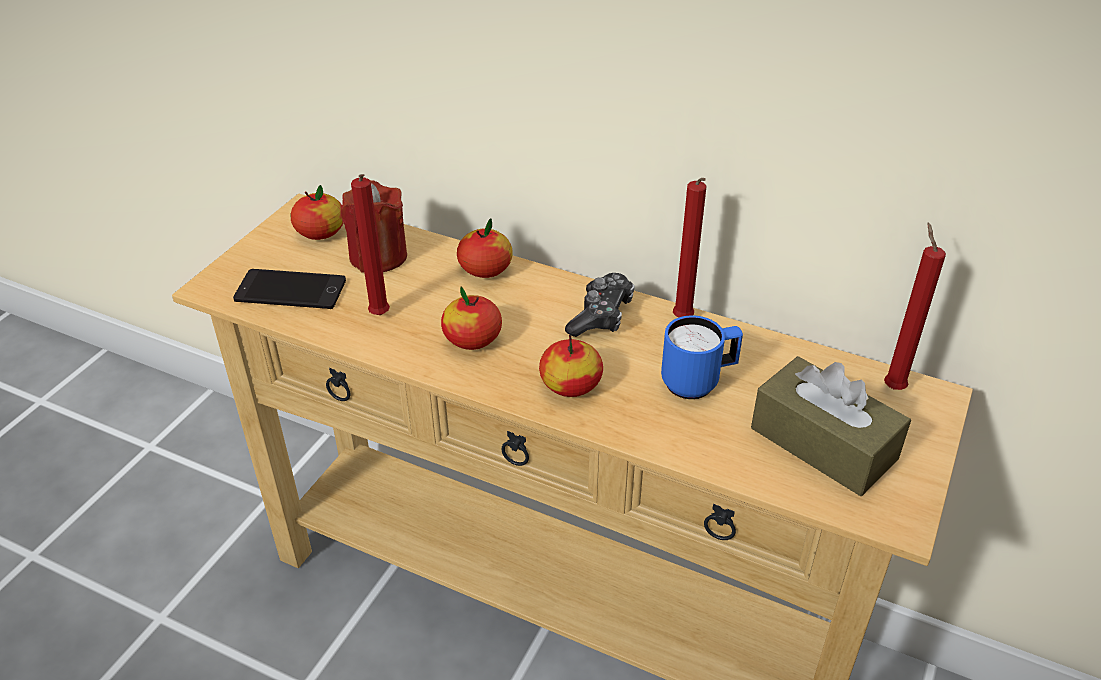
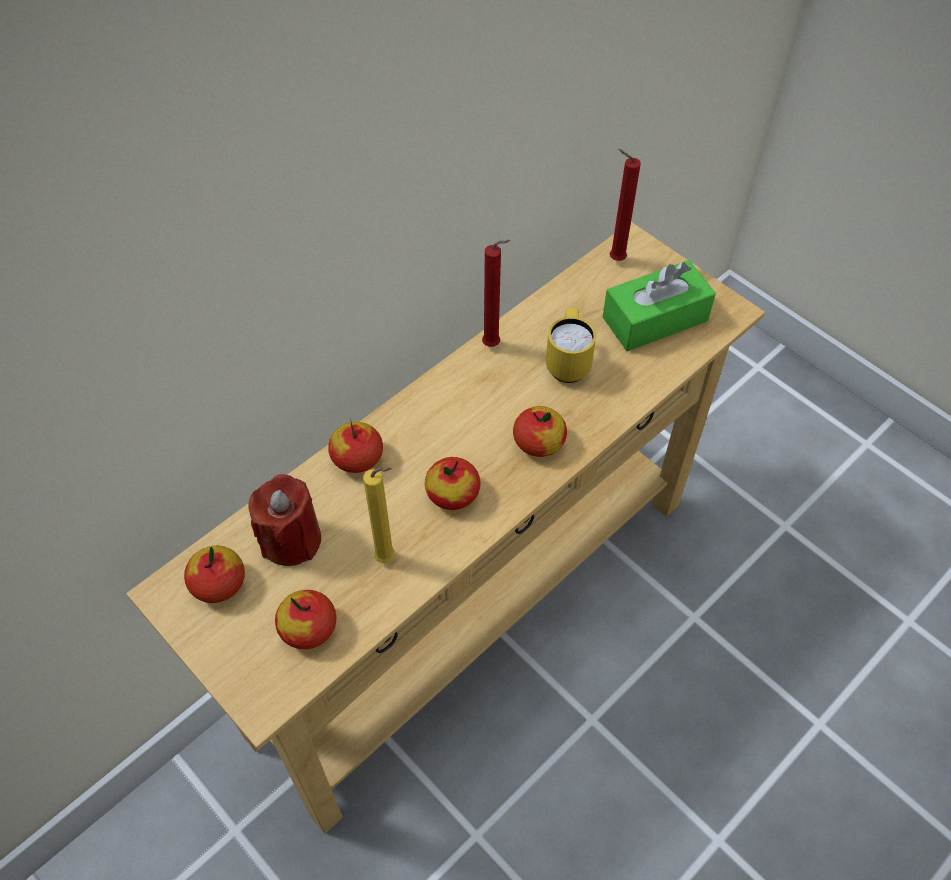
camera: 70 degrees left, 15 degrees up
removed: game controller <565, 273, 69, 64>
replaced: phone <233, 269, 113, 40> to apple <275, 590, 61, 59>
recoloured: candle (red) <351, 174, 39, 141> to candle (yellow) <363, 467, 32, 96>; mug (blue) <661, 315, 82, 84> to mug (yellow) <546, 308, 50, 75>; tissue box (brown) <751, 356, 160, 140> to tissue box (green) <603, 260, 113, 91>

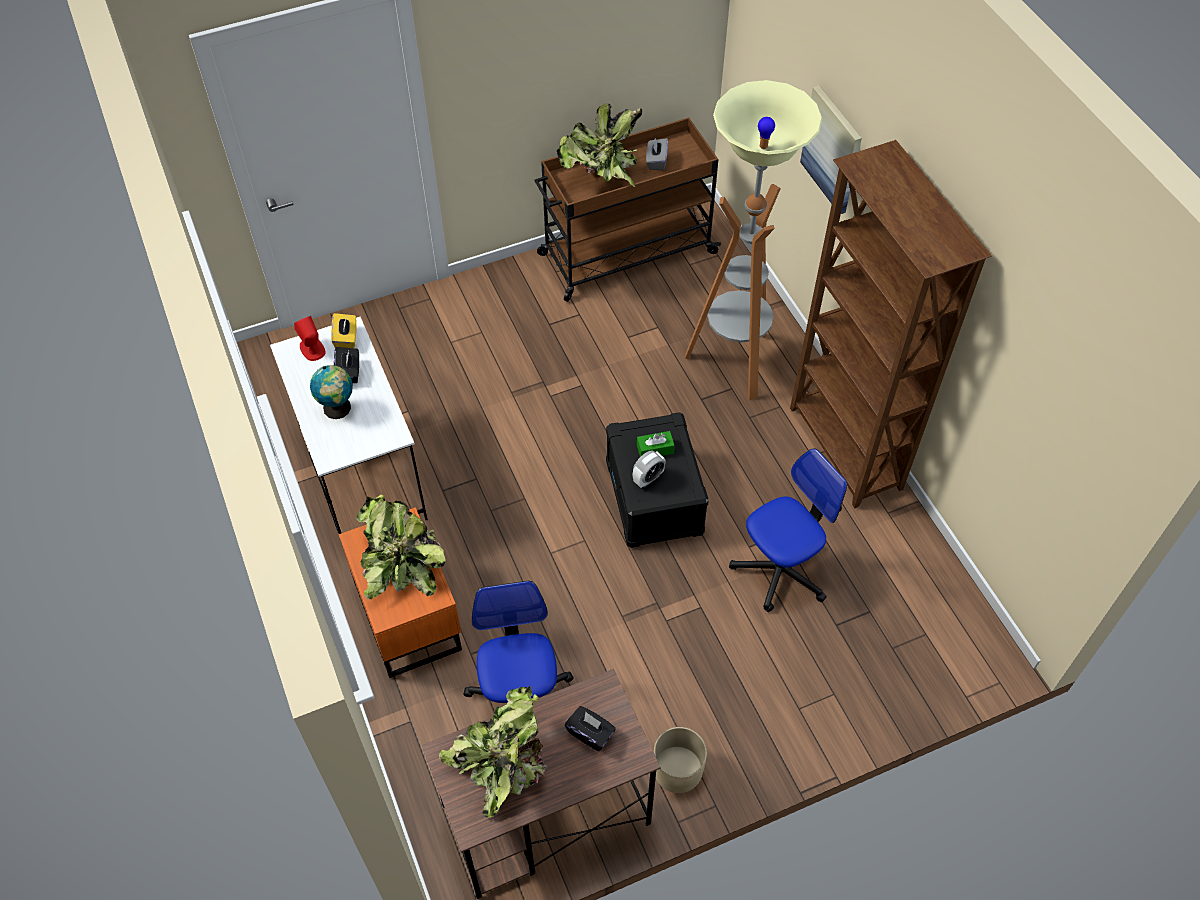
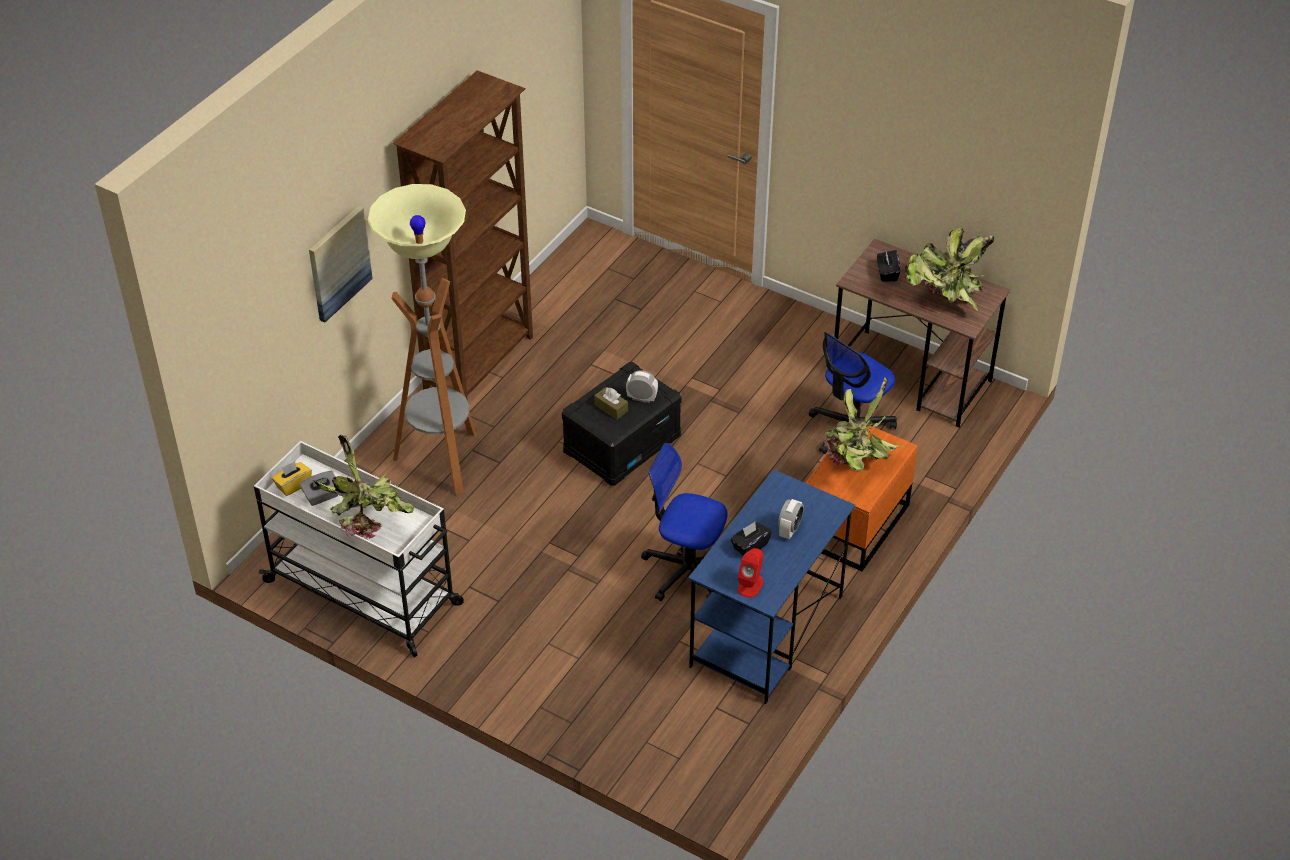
camera: 125 degrees left, 10 degrees down
removed: planter (beige) <654, 727, 53, 66>
moved: tissue box (yellow) <331, 313, 26, 35> to <272, 461, 40, 35>; office chair <729, 448, 118, 164> to <641, 443, 87, 158>
replaced: globe <310, 365, 43, 54> to alarm clock <778, 499, 26, 40>
recoloured: cart (brown) <535, 118, 186, 184> to cart (white) <254, 441, 210, 216>; tissue box (green) <637, 431, 38, 26> to tissue box (brown) <594, 387, 34, 33>; desk (white) <270, 317, 158, 217> to desk (blue) <688, 469, 167, 235>

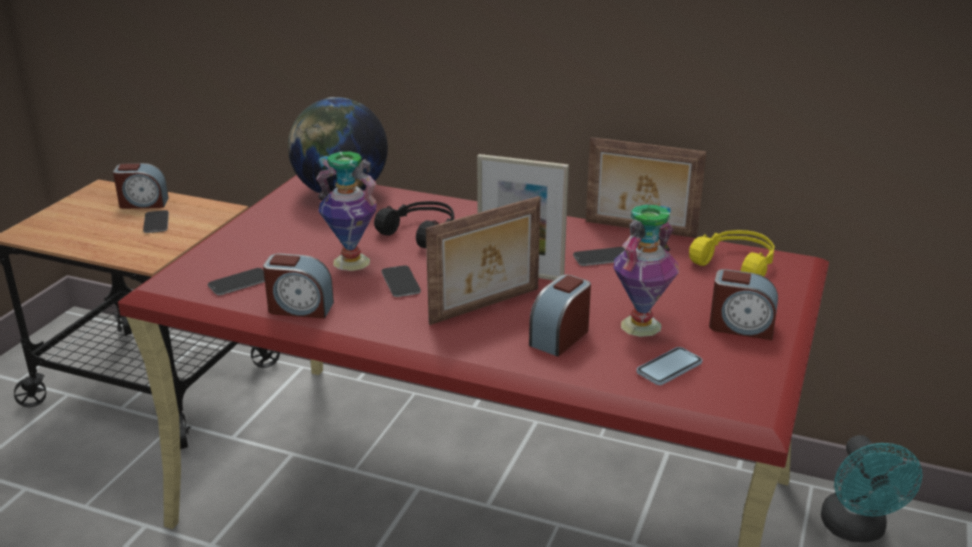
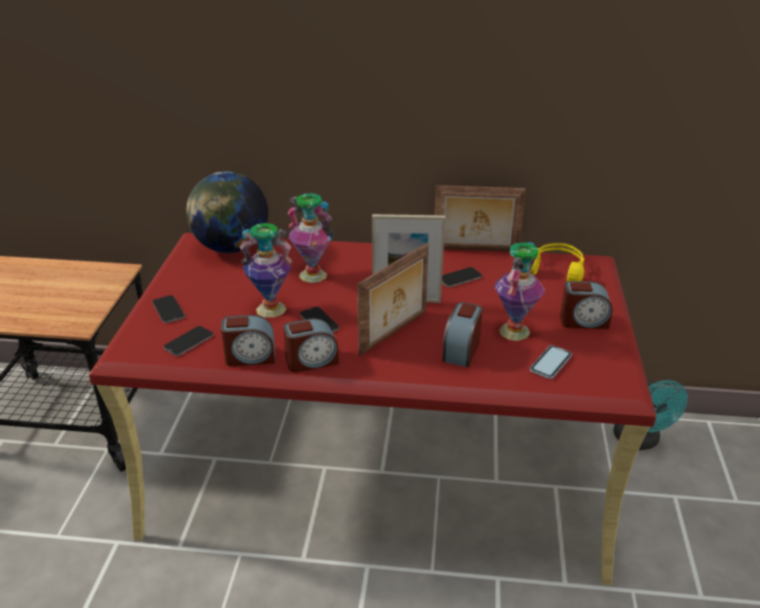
camera: 15 degrees left, 5 degrees up
moved: phone <143, 210, 26, 23> to <152, 295, 33, 28>; alarm clock <113, 163, 56, 46> to <283, 318, 56, 55>
replaced: headphones (black) <374, 201, 80, 47> to vase <288, 194, 45, 89>

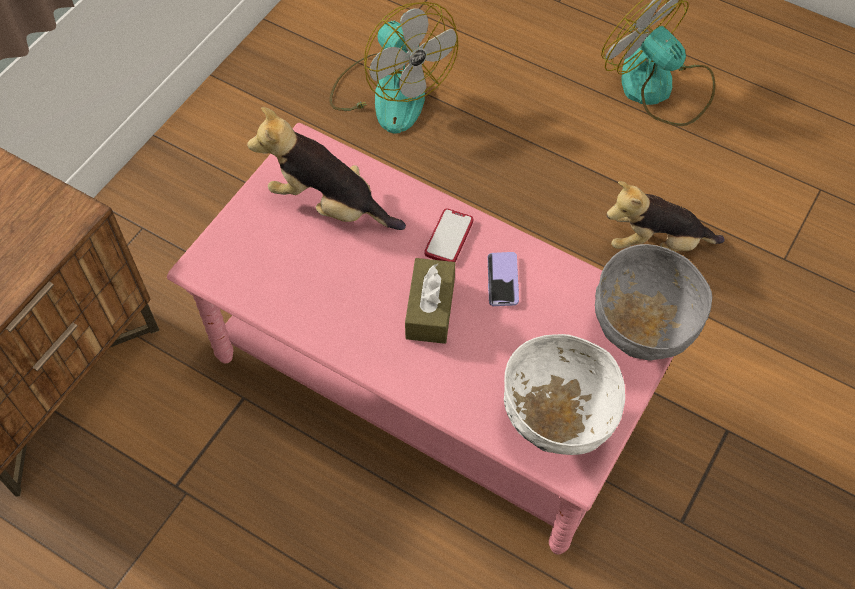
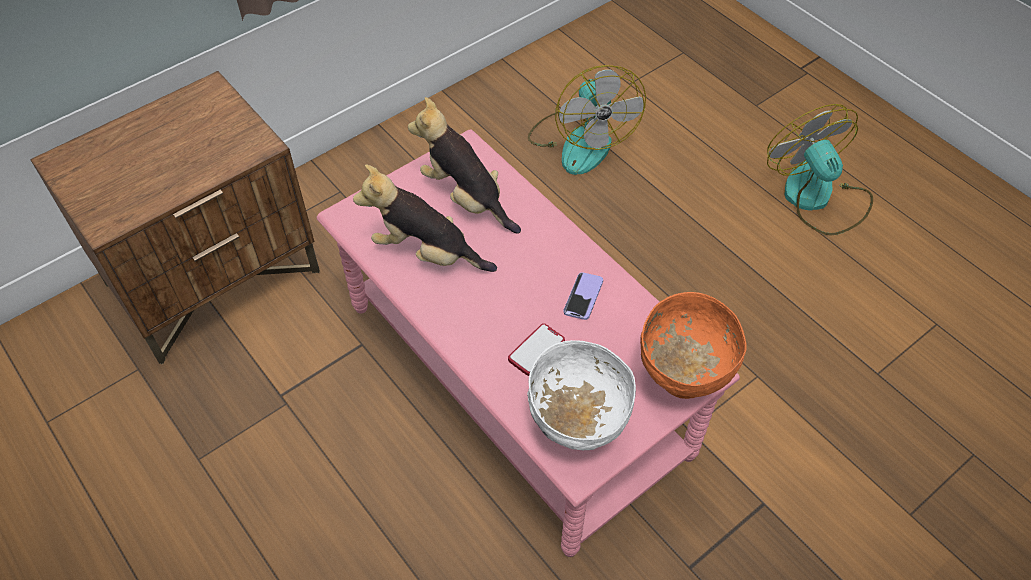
camera: 20 degrees right, 5 degrees down
removed: tissue box (brown) <405, 258, 50, 86>
moved: plush toy <607, 181, 118, 70> to <353, 164, 144, 108>; phone <424, 208, 49, 54> to <508, 323, 57, 53>
recoloured: bowl (grey) <595, 244, 117, 116> to bowl (orange) <640, 292, 107, 107>

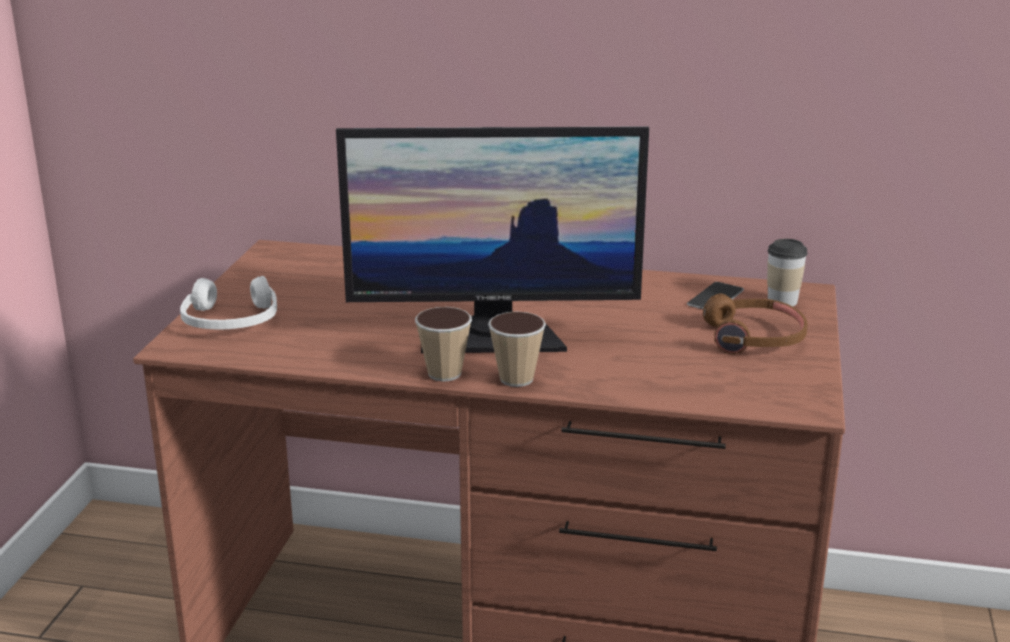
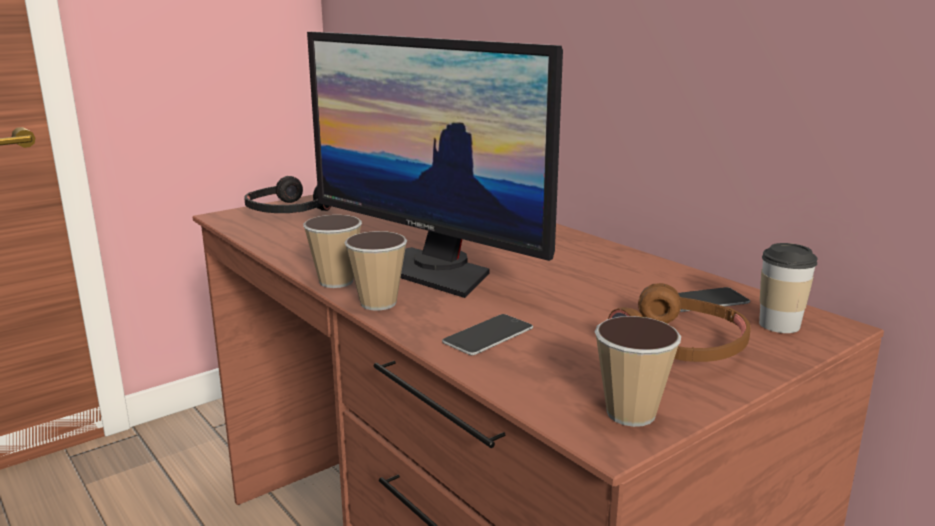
camera: 40 degrees right, 5 degrees down
added: phone <442, 314, 91, 41>; cup <595, 316, 86, 111>
recoloured: headphones (white) <180, 276, 97, 54> to headphones (black) <244, 176, 87, 37>

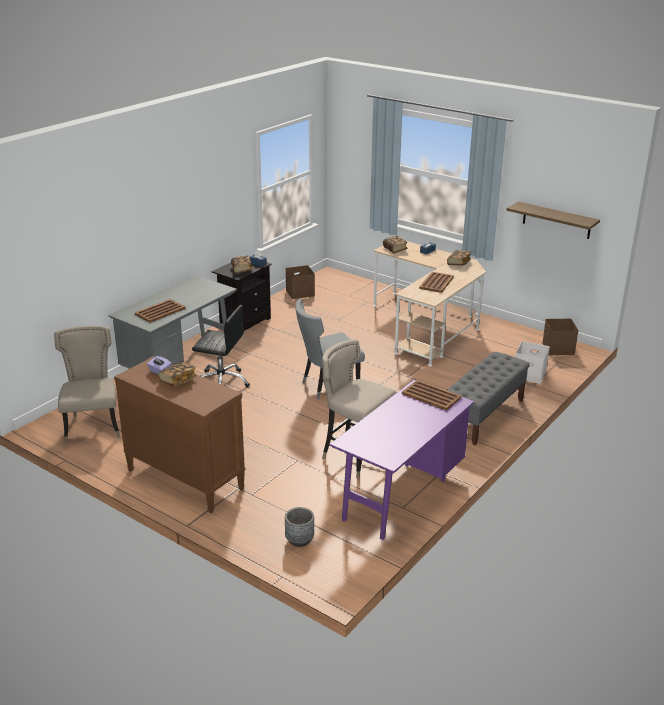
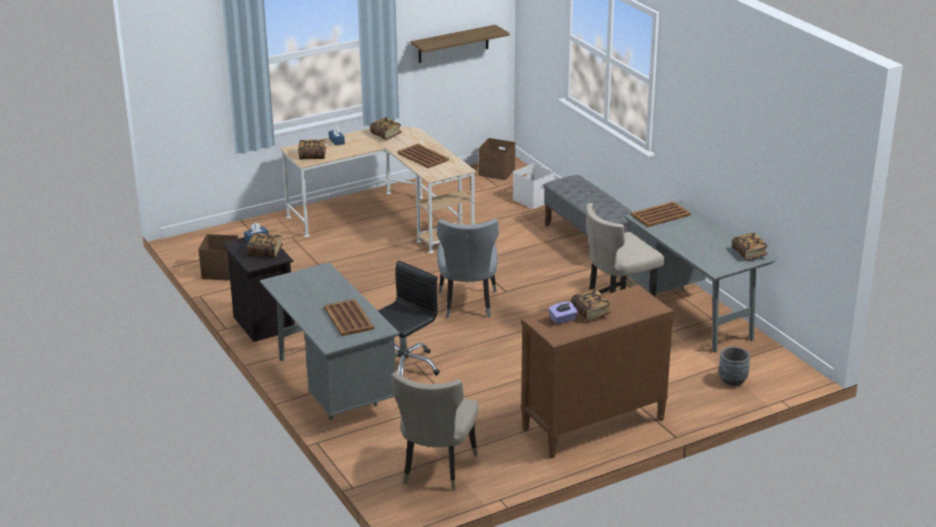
camera: 65 degrees left, 0 degrees up
added: book <732, 233, 35, 28>
recoloured: desk (purple) <330, 380, 144, 160> to desk (grey) <624, 200, 151, 152>
turned: chair (beige) <54, 326, 66, 117> = <391, 372, 88, 119> 90 degrees counterclockwise

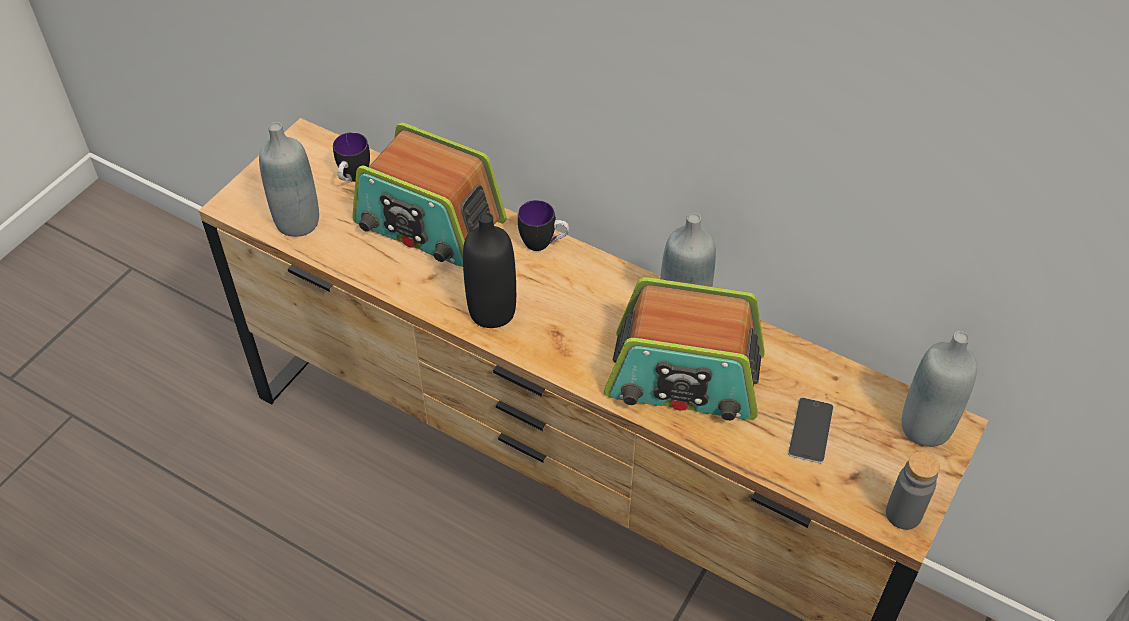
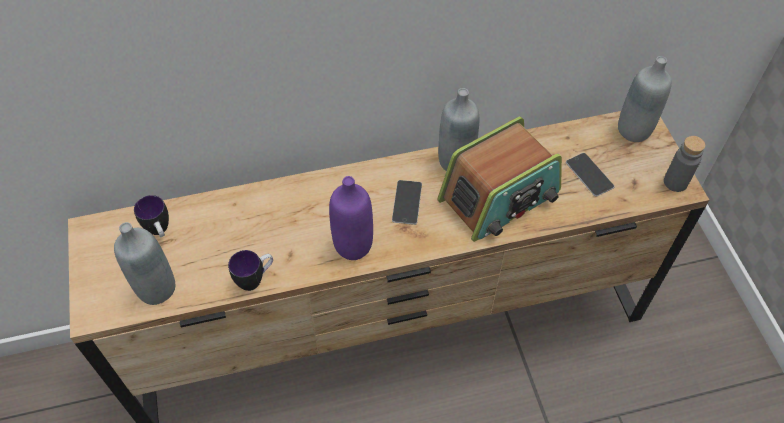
camera: 45 degrees left, 5 degrees up
removed: radio <352, 122, 155, 145>
added: phone <392, 180, 30, 45>
moved: mug <518, 200, 51, 51> to <228, 250, 45, 41>
recoloured: bottle (black) <463, 212, 53, 116> to bottle (purple) <329, 176, 44, 84>

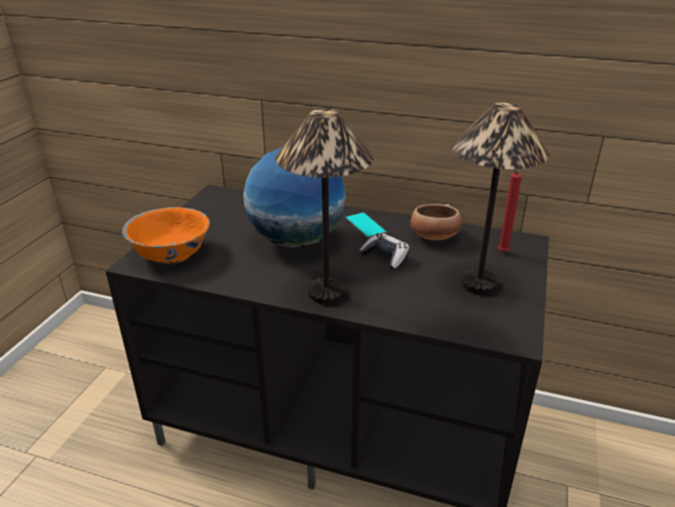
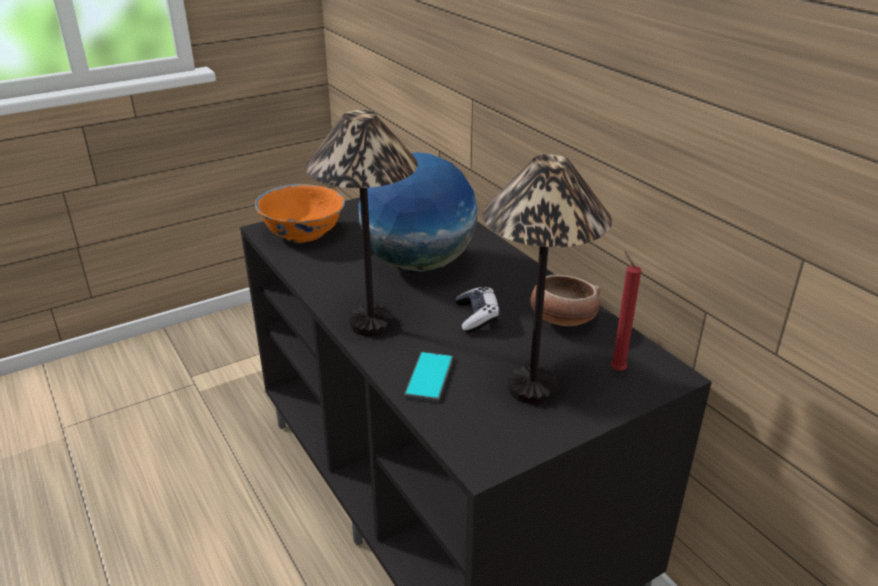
camera: 40 degrees right, 0 degrees up
moved: phone <345, 212, 42, 27> to <404, 352, 49, 50>

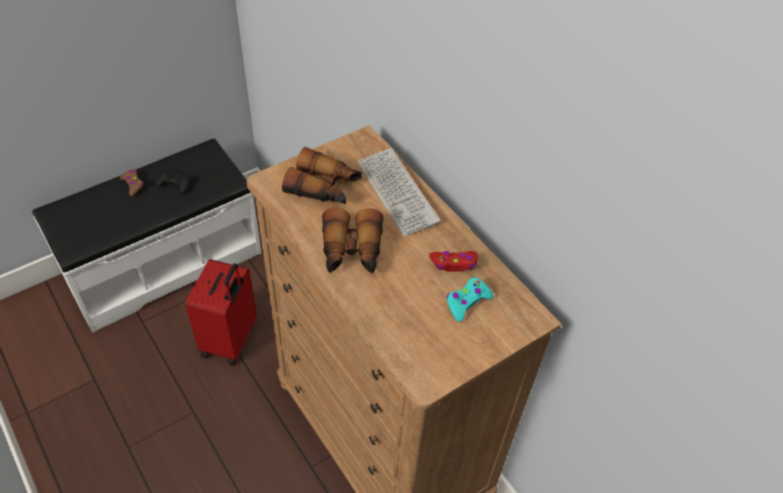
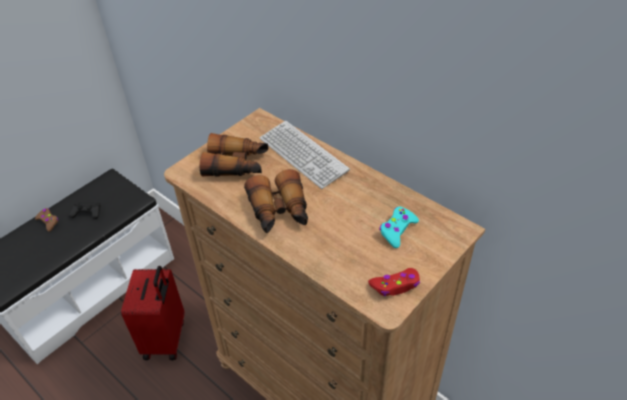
camera: 10 degrees left, 5 degrees down
moved: game controller (red) <430, 251, 48, 21> to <368, 268, 52, 28>

